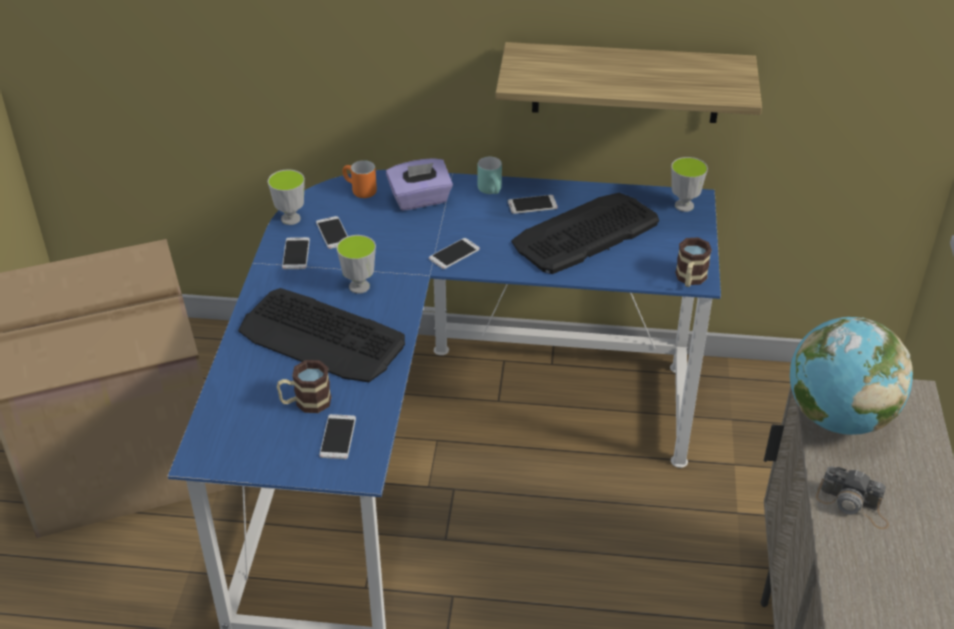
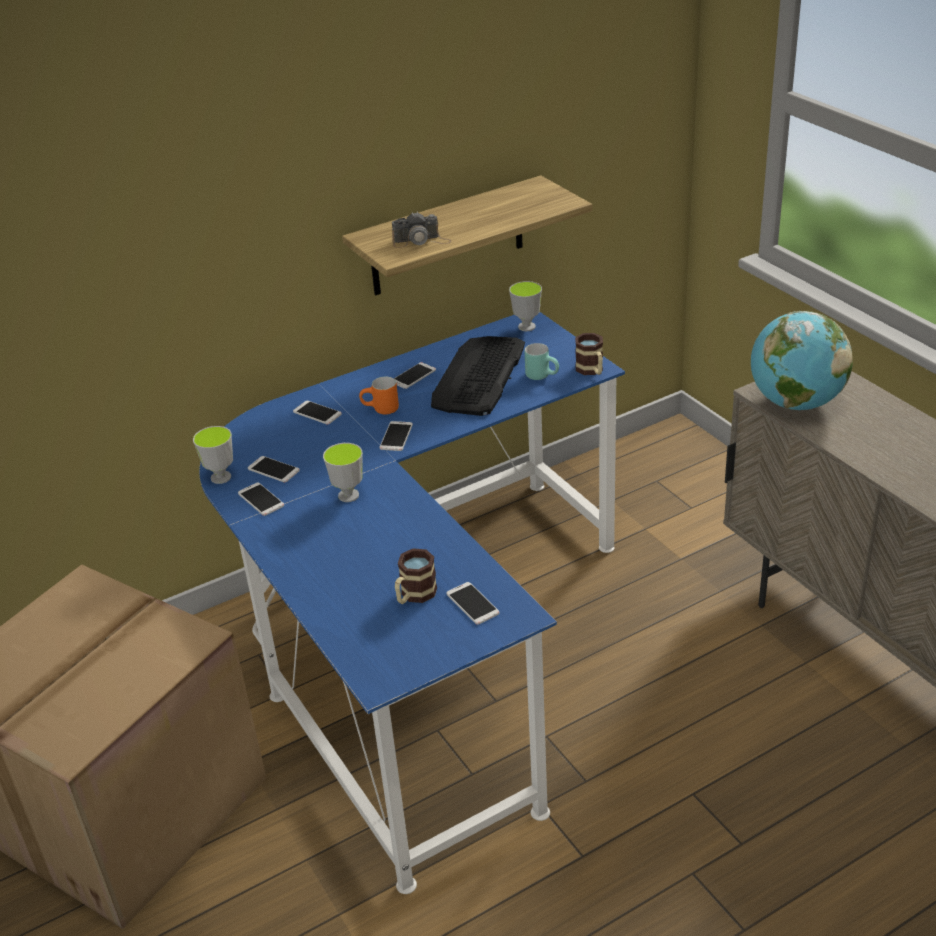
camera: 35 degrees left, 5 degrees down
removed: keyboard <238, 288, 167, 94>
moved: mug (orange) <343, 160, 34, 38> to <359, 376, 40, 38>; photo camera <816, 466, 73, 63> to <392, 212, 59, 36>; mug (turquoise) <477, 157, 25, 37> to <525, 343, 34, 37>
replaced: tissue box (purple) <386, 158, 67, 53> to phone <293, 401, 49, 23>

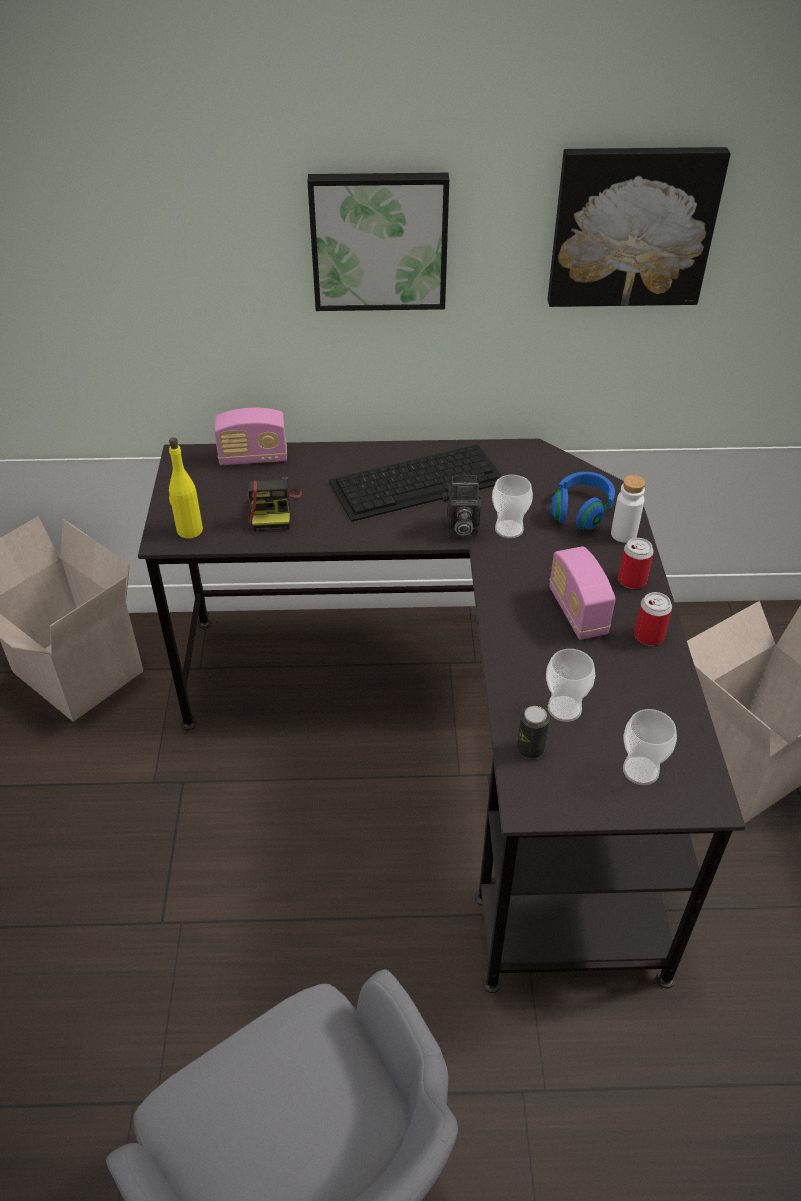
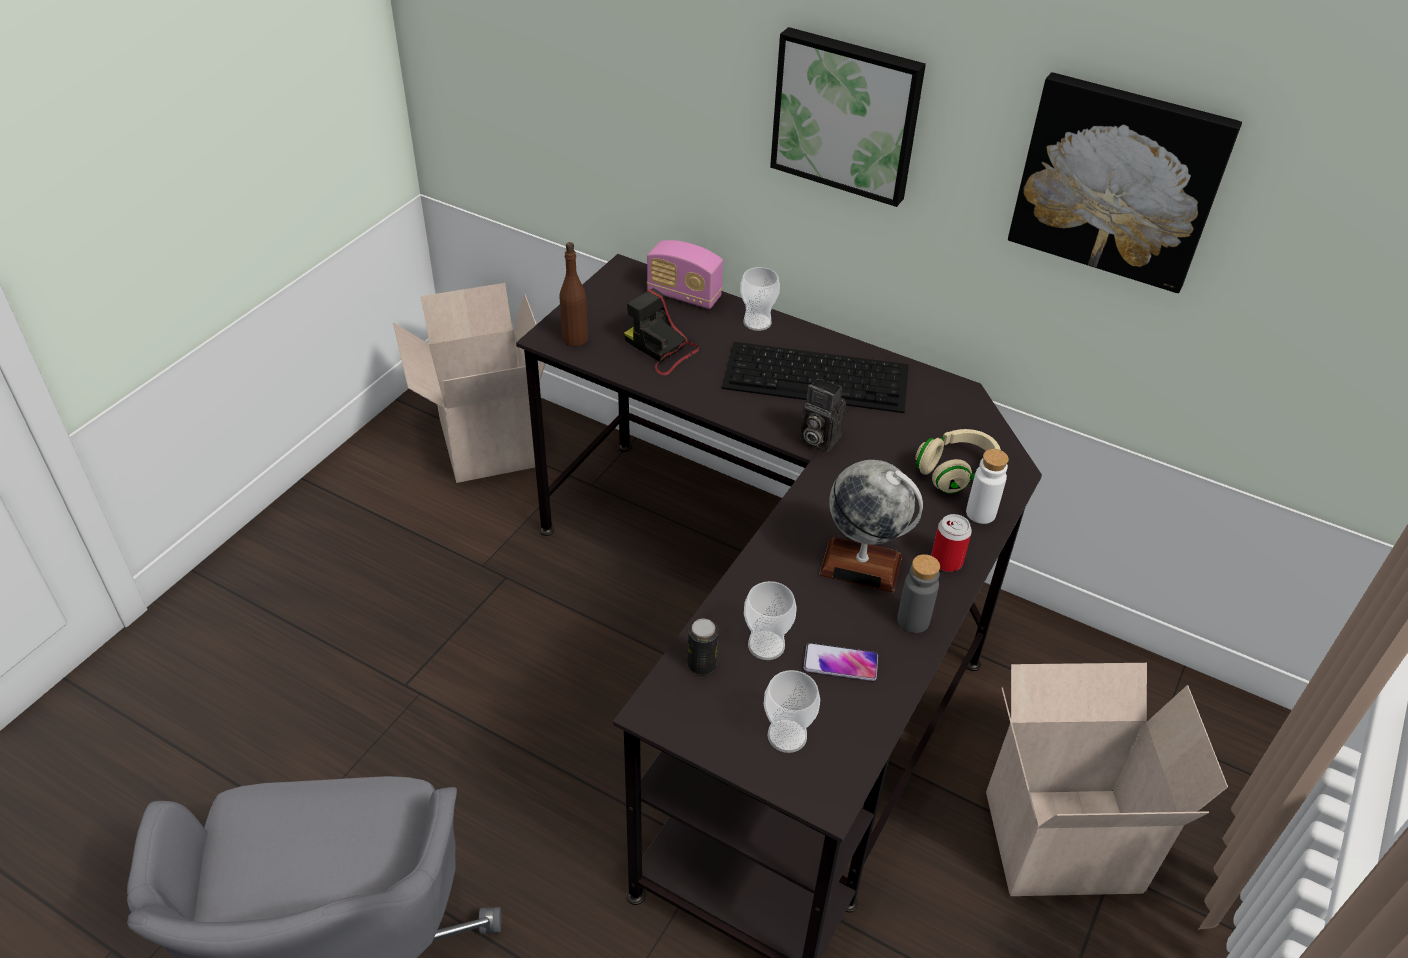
camera: 30 degrees right, 0 degrees up
added: phone <804, 643, 74, 38>
moved: cup <492, 475, 41, 63> to <740, 267, 40, 64>
replaced: radio <549, 546, 67, 94> to globe <819, 460, 104, 133>; can <634, 592, 38, 54> to bottle (grey) <897, 554, 43, 79>
recoloured: bottle (yellow) <169, 437, 34, 102> to bottle (brown) <560, 242, 28, 104>; headphones (blue) <550, 472, 65, 58> to headphones (beige) <915, 429, 86, 65>
turned: photo camera <247, 477, 55, 54> = <624, 288, 75, 87> 105 degrees clockwise

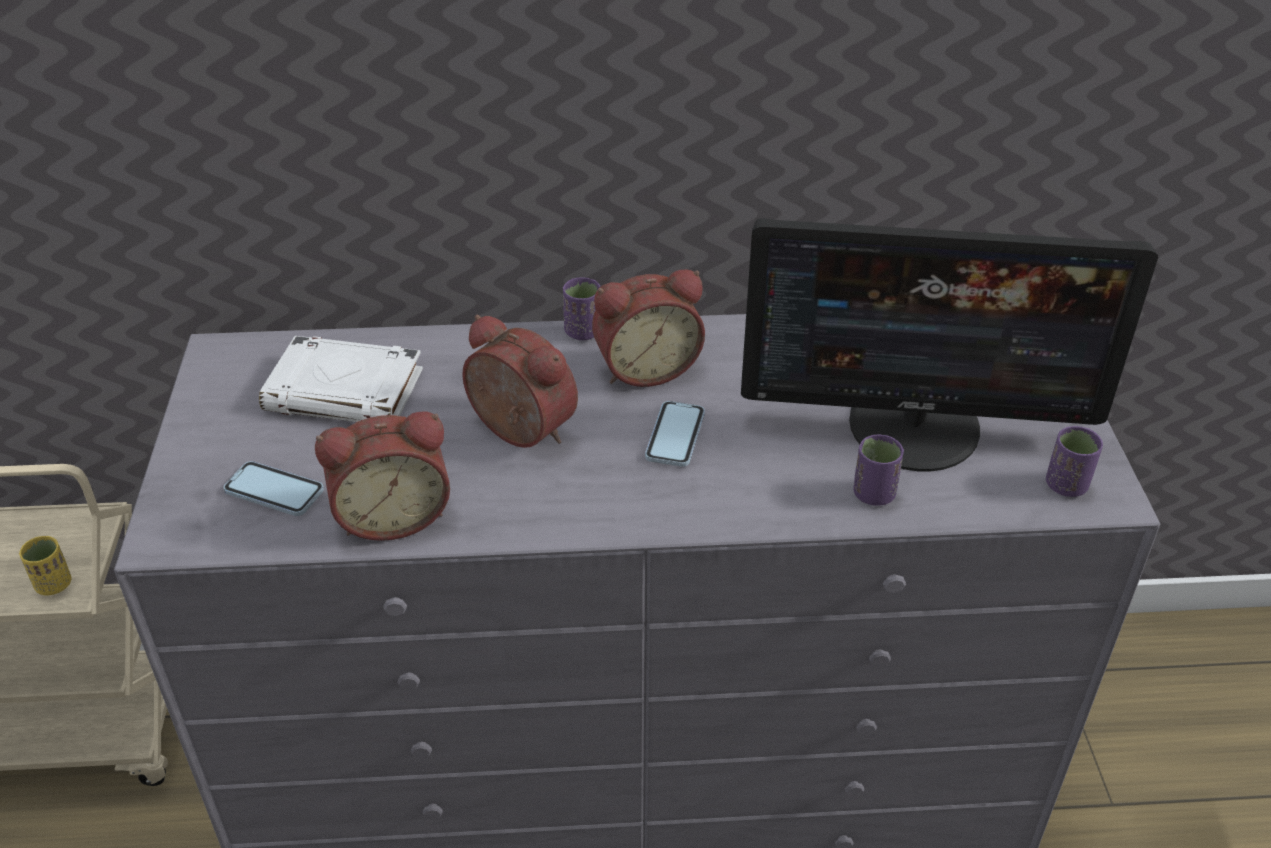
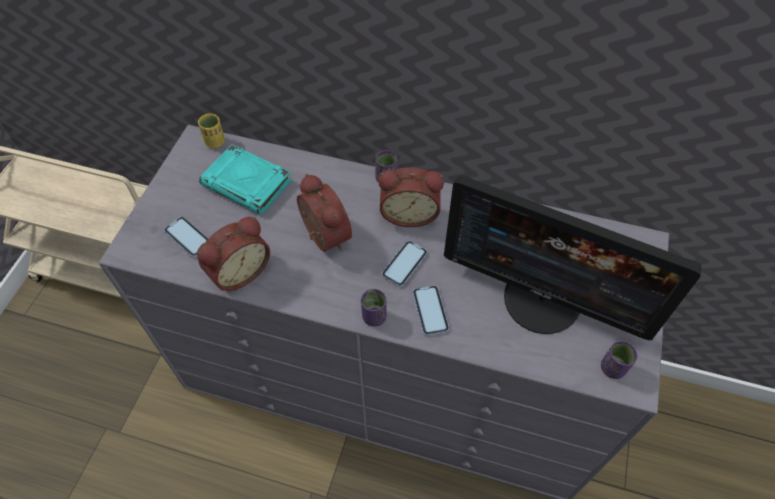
camera: 20 degrees right, 15 degrees up
added: phone <412, 285, 37, 51>
moved: cup (yellow) <19, 536, 53, 59> to <198, 114, 27, 34>; cup (purple) <854, 434, 50, 72> to <361, 289, 26, 38>
recoloured: book (white) <259, 336, 164, 86> to book (turquoise) <199, 144, 93, 71>
turned: alarm clock <315, 411, 135, 130> = <197, 217, 73, 74> 45 degrees counterclockwise

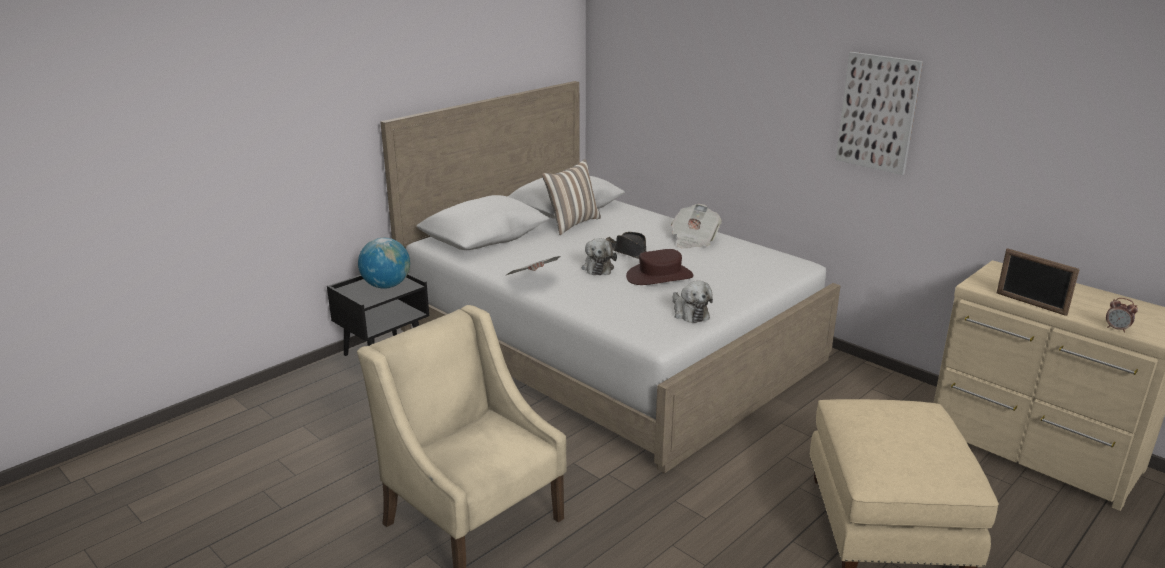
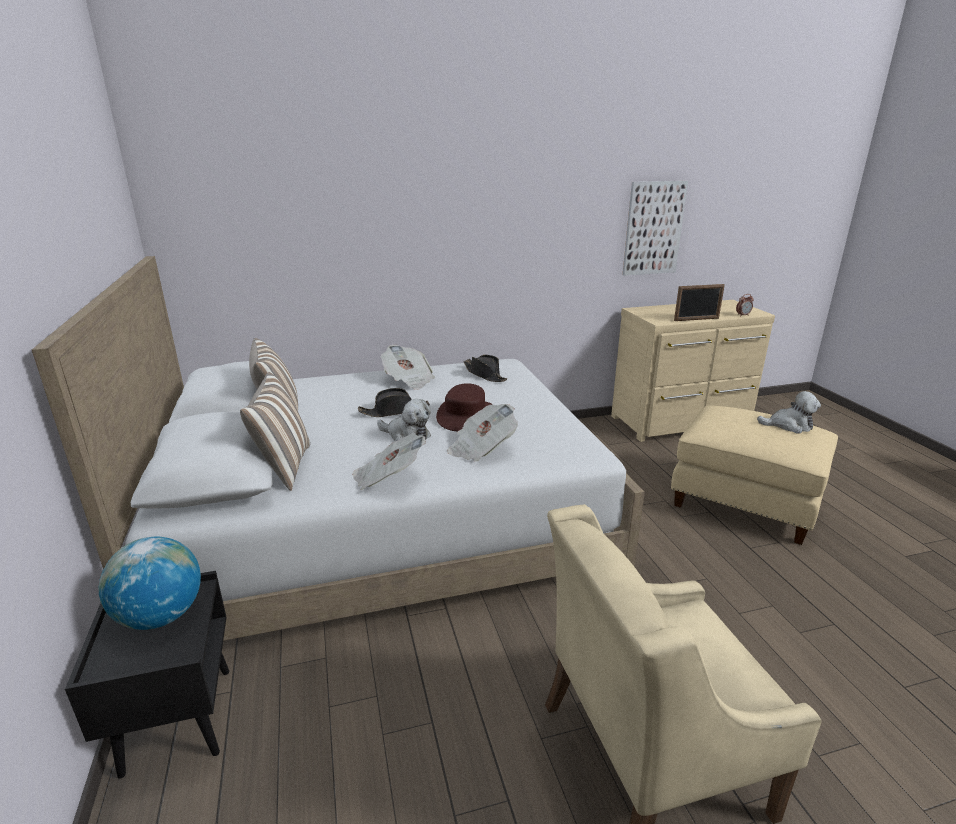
camera: 60 degrees left, 0 degrees up
added: pillow <240, 372, 70, 119>; newspaper <447, 404, 71, 58>; hat (black) <463, 355, 44, 27>
moved: picture <836, 52, 87, 123> to <623, 181, 65, 95>; plush toy <673, 281, 40, 42> to <757, 391, 64, 42>

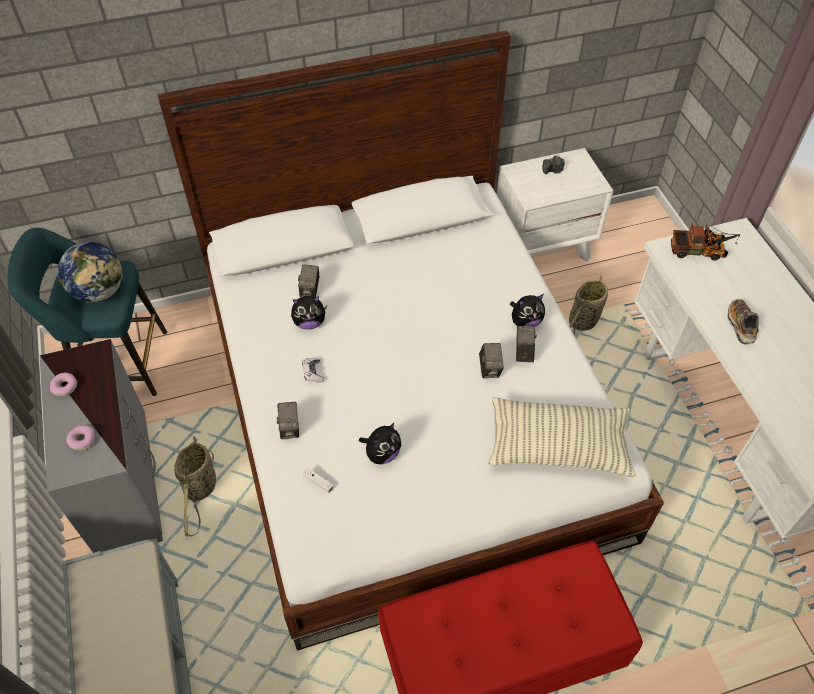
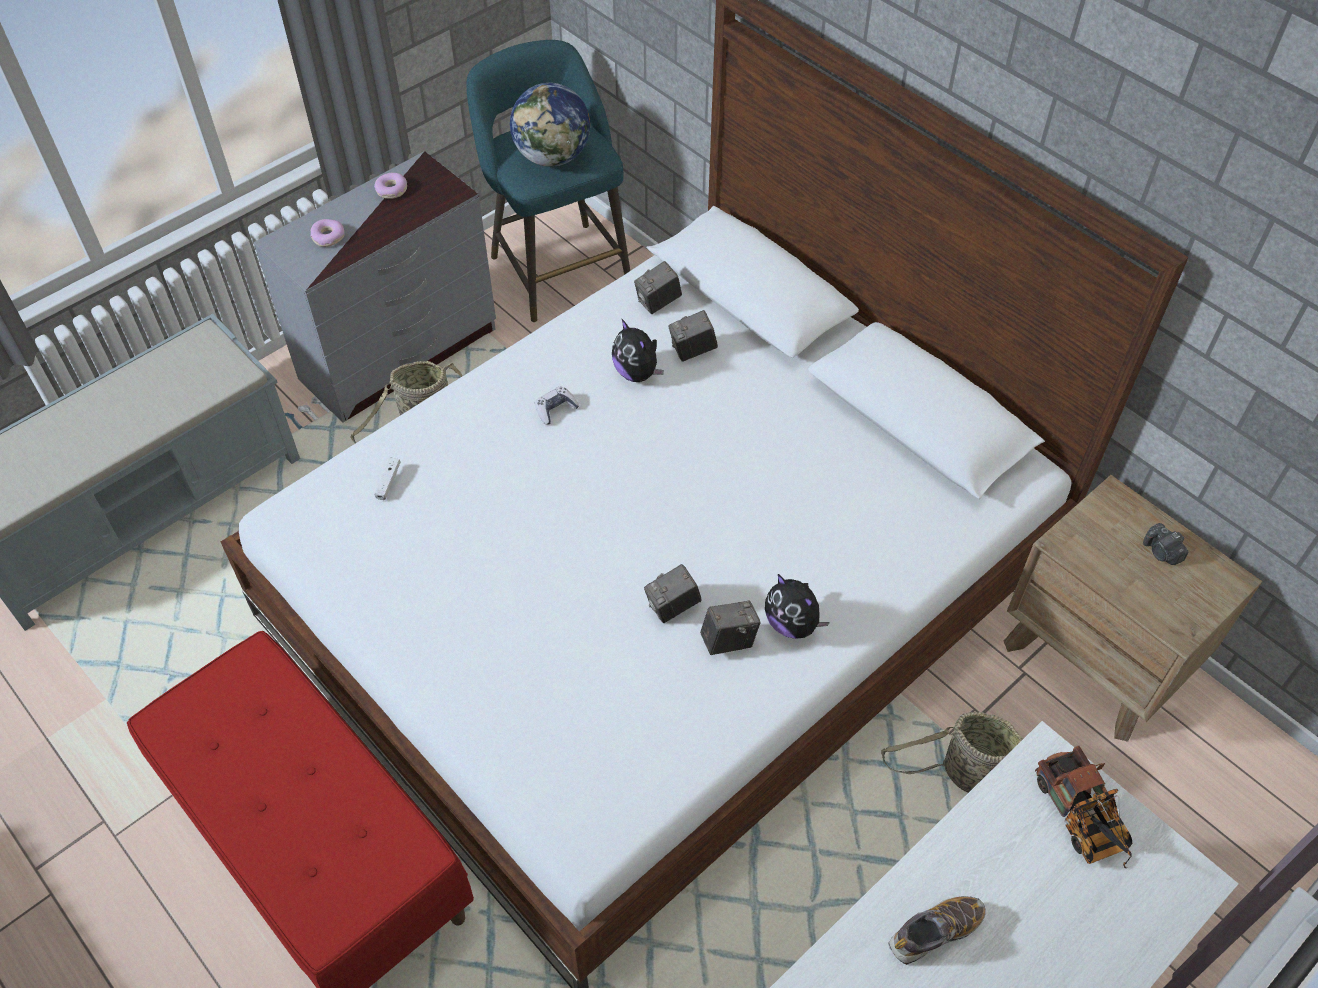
camera: 65 degrees right, 0 degrees up
removed: plush toy <359, 423, 42, 41>; pillow <488, 397, 148, 80>
moved: photo camera <277, 402, 22, 38> to <634, 261, 48, 53>
recoloured: nightstand (white) <497, 148, 116, 114> to nightstand (brown) <1004, 475, 258, 267>

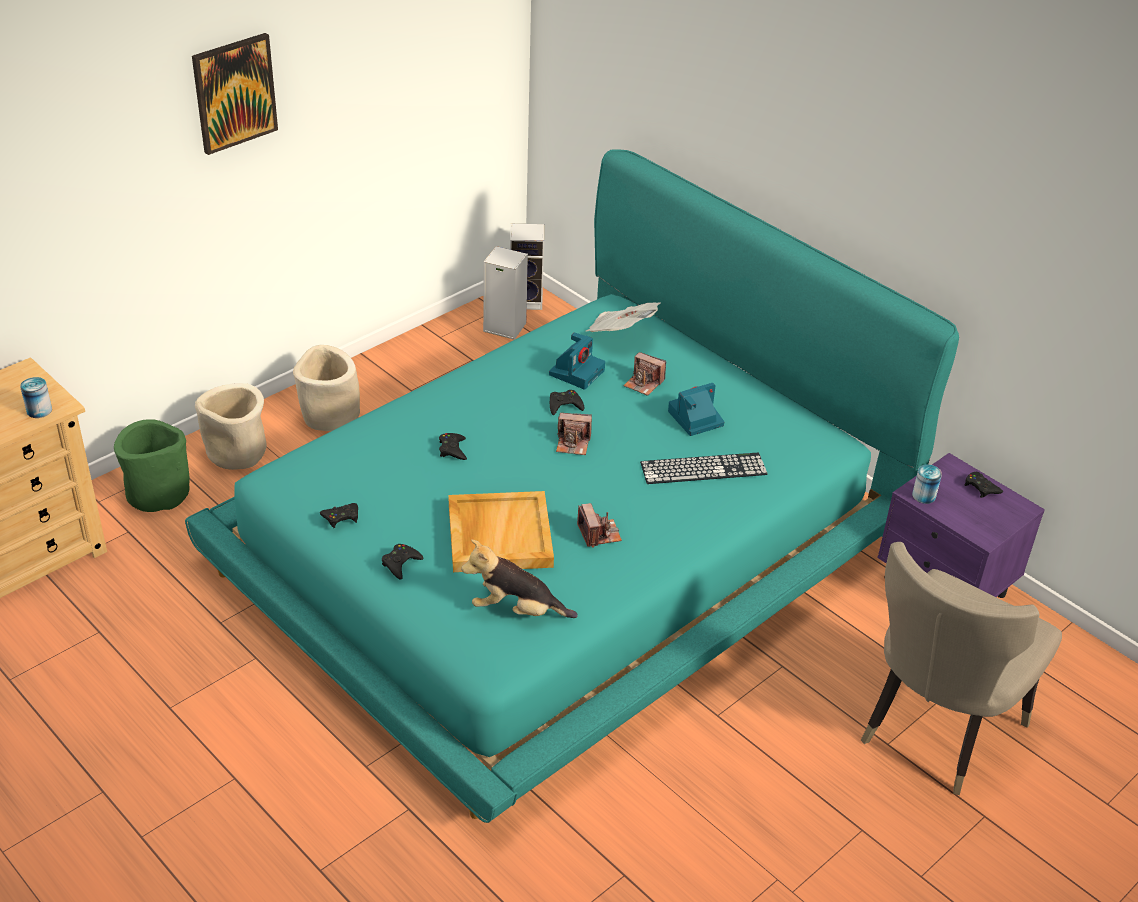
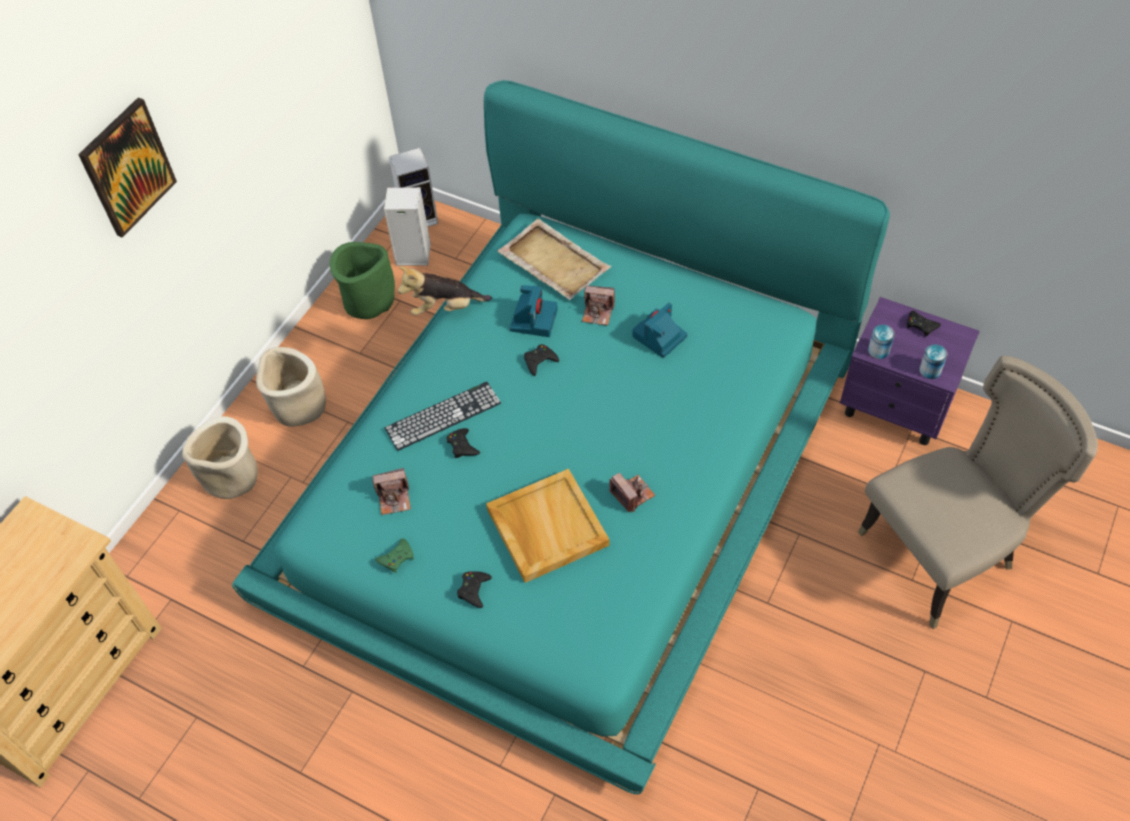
camera: 15 degrees left, 15 degrees up
moved: planter (green) <114, 419, 76, 93> to <330, 242, 65, 77>; photo camera <556, 413, 36, 42> to <372, 468, 39, 47>; keyboard <640, 453, 128, 31> to <385, 382, 116, 69>; plush toy <461, 540, 117, 78> to <398, 267, 94, 48>; can <20, 377, 32, 41> to <919, 345, 28, 34>
replaced: newspaper <585, 303, 75, 29> to tray (beige) <497, 218, 114, 82>
recoloured: game controller (black) <320, 503, 38, 25> to game controller (green) <375, 538, 39, 35>
turned: chair (beige) <861, 542, 201, 253> = <858, 355, 240, 274> 135 degrees counterclockwise

